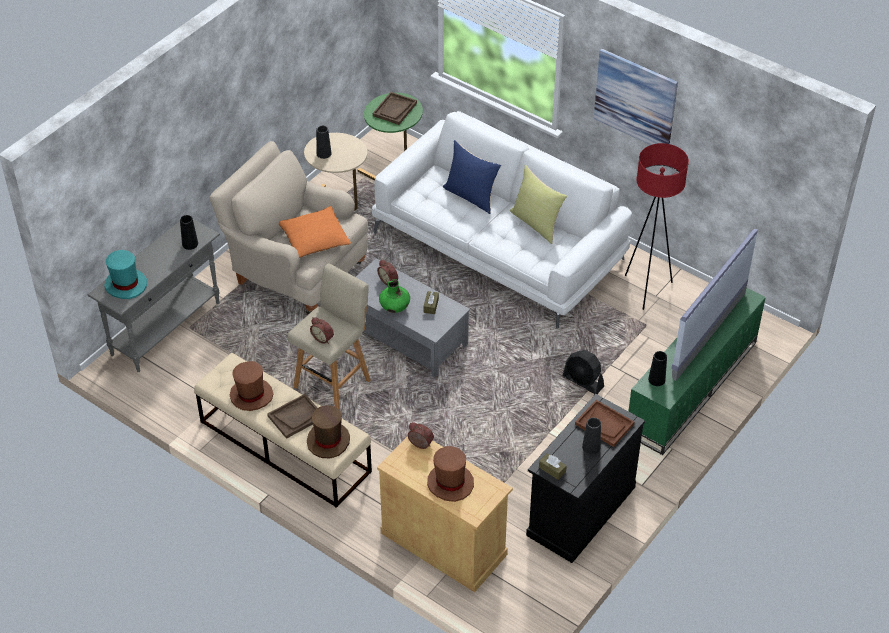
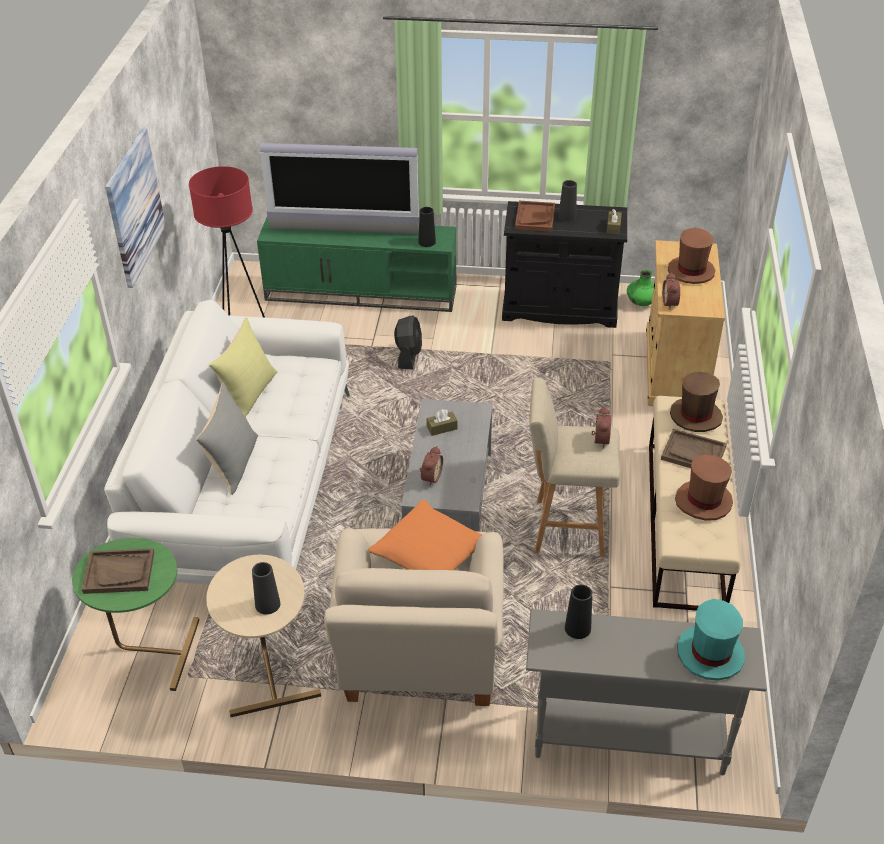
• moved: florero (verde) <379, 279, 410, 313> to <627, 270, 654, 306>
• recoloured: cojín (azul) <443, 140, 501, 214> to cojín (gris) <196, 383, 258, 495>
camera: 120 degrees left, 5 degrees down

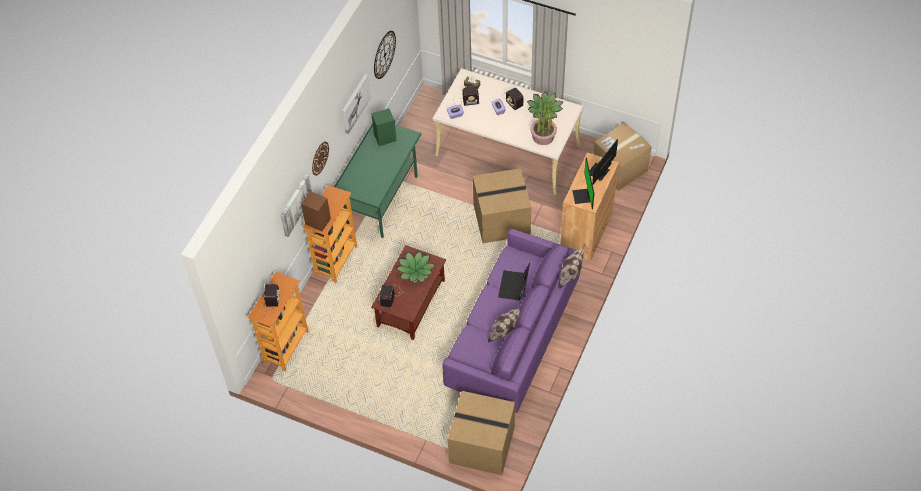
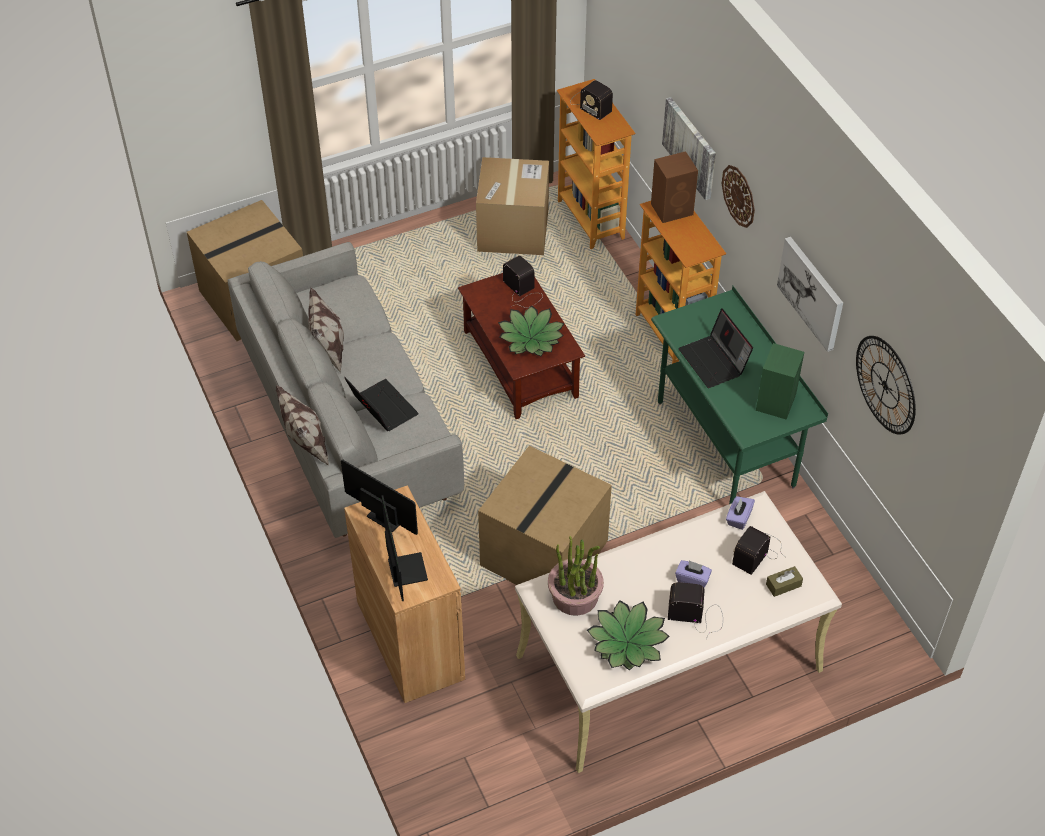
• recoloured: sofá (morado) <442, 229, 580, 413> to sofá (gris) <228, 242, 464, 538>
• moved: caja de cartón <593, 122, 652, 191> to <476, 157, 549, 255>
• added: portátil <678, 308, 753, 388>
camera: 130 degrees right, 5 degrees down

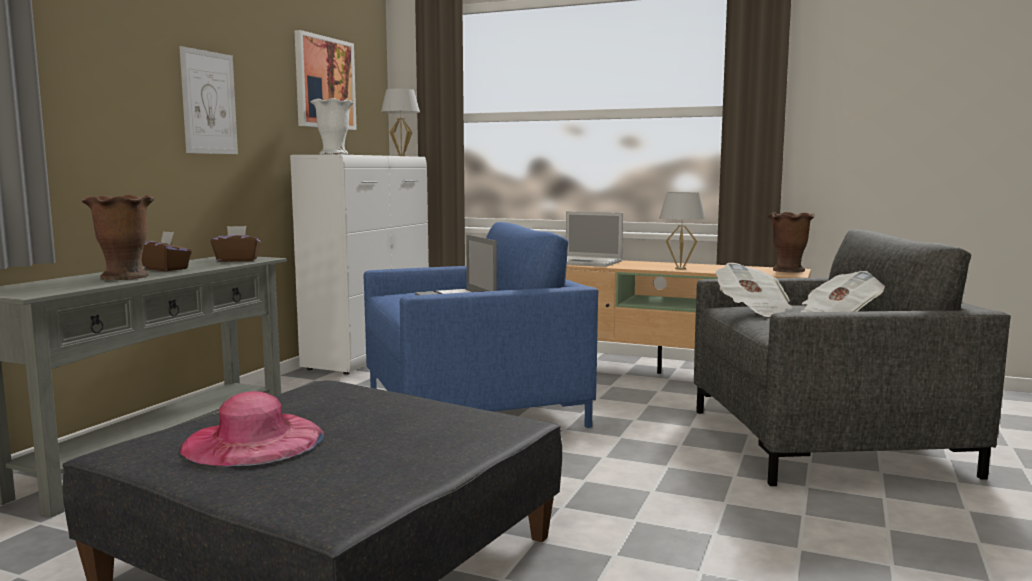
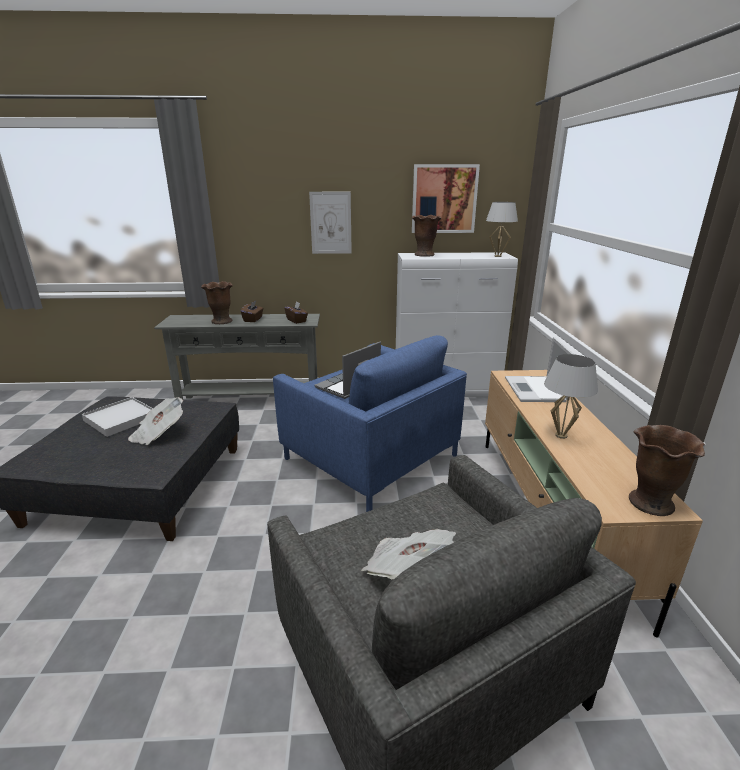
• replaced: sombrero (rosa) <180, 391, 324, 466> to bandeja (blanco) <82, 397, 153, 437>
• recoloured: florero (blanco) <311, 98, 354, 155> to florero (marrón) <412, 215, 442, 257>
• moved: periódico <716, 263, 793, 317> to <128, 397, 183, 445>
camera: 65 degrees right, 15 degrees up

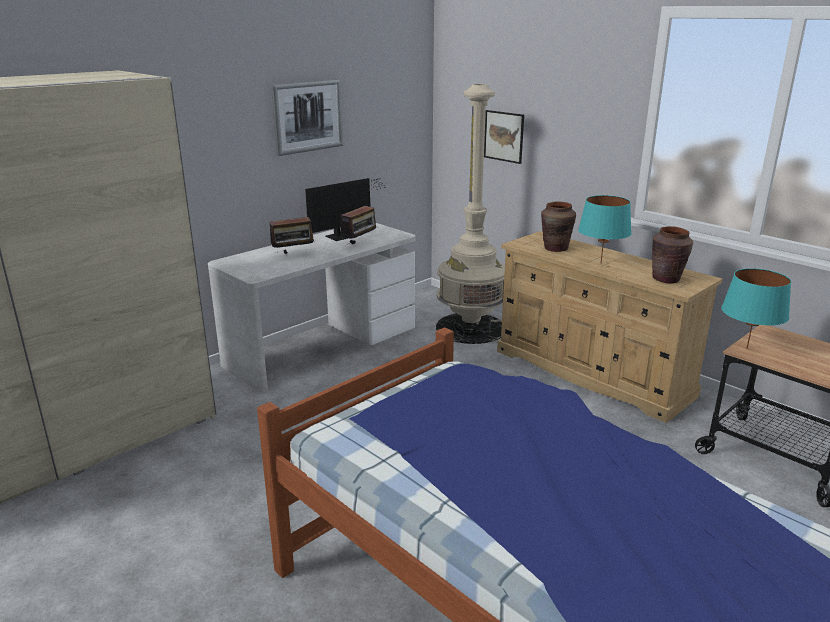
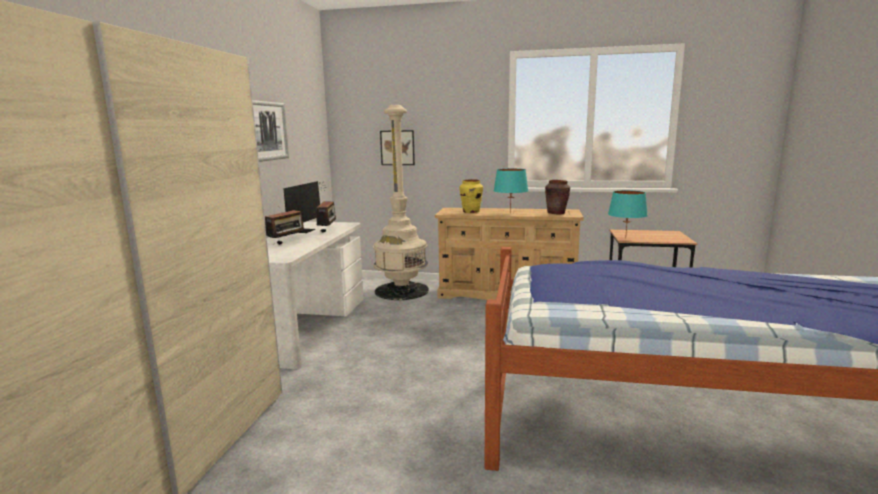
• recoloured: florero (marrón) <541, 202, 576, 252> to florero (amarillo) <459, 179, 483, 213>
camera: 35 degrees left, 10 degrees down

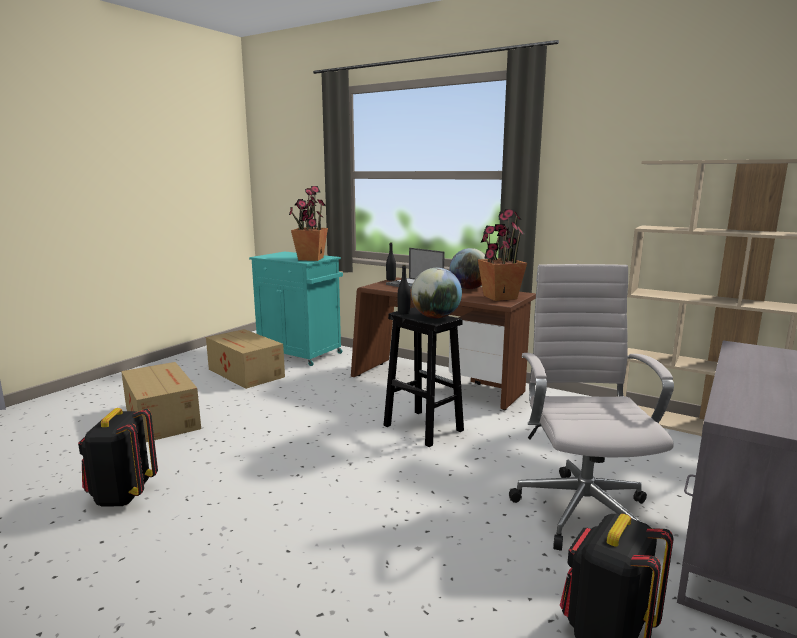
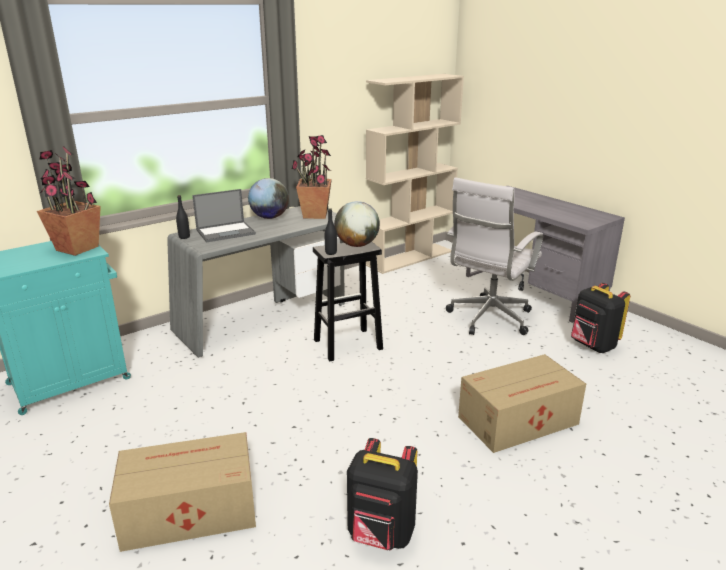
• moved: caja de cartón <206, 329, 285, 389> to <458, 354, 586, 453>
• recoloured: escritorio (marrón) <351, 277, 536, 410> to escritorio (gris) <167, 206, 345, 358>
• turned: silla de oficina (blanco) <509, 264, 674, 551> = <446, 177, 543, 335> 75 degrees counterclockwise
camera: 70 degrees left, 10 degrees up

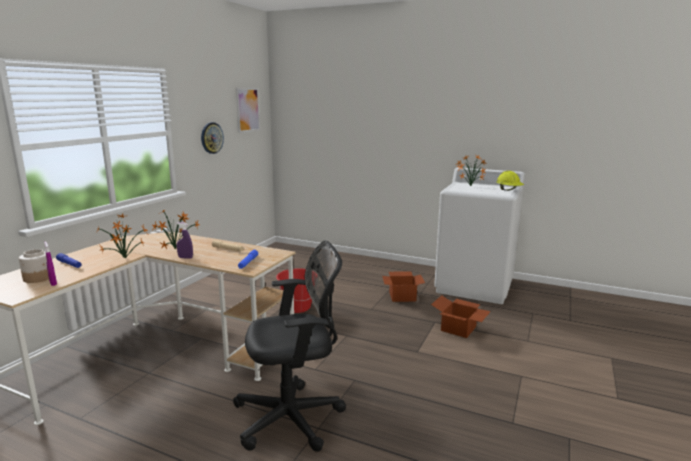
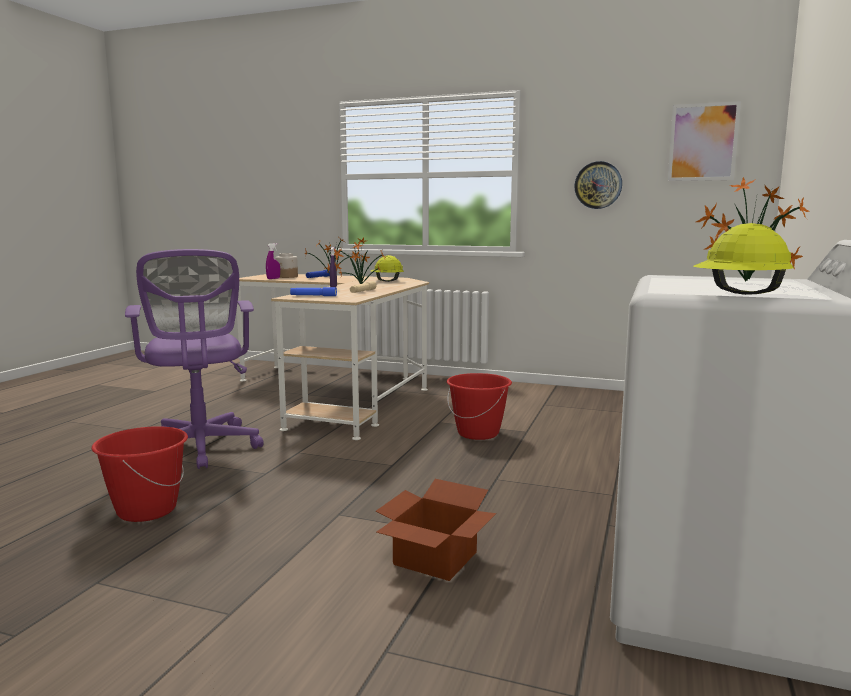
• recoloured: silla de oficina (negro) <233, 240, 346, 452> to silla de oficina (morado) <125, 249, 264, 469>
• removed: caja de cartón <382, 271, 425, 302>
• added: cubo (rojo) <91, 426, 188, 522>
• added: casco (amarillo) <371, 255, 404, 282>
camera: 85 degrees right, 5 degrees down

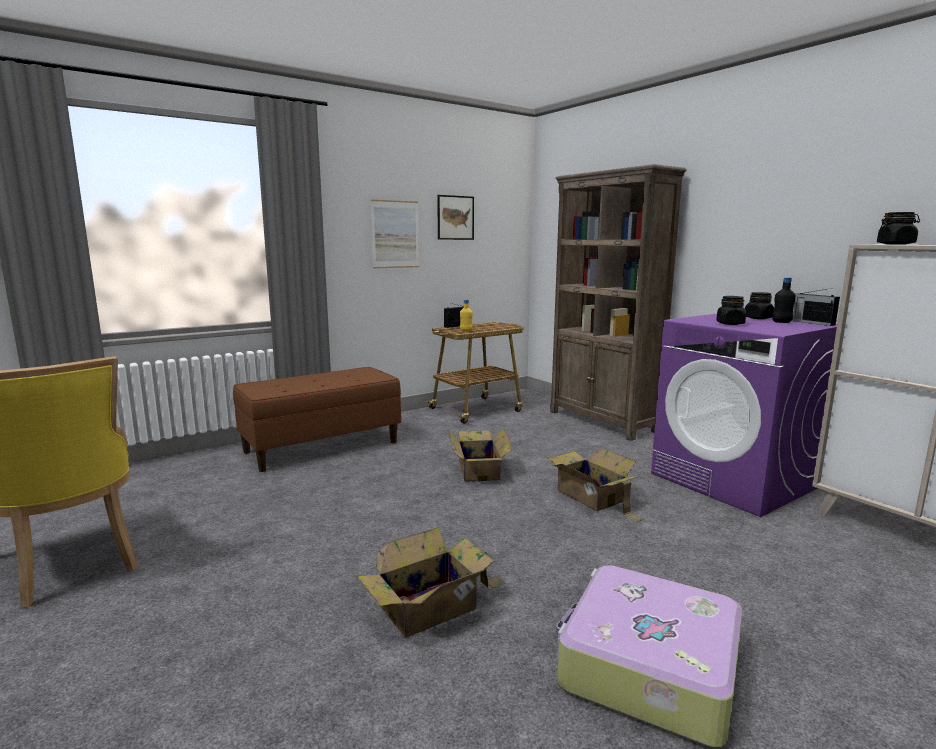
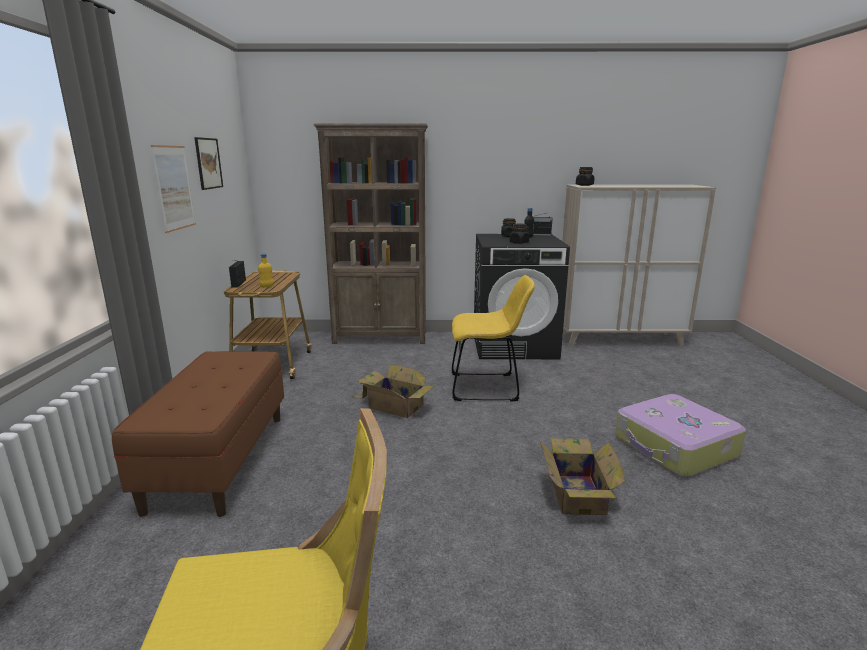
• replaced: caja de cartón <548, 449, 644, 522> to silla (amarillo) <452, 275, 535, 402>
• recoloured: lavadora (morado) <651, 314, 837, 517> to lavadora (negro) <474, 234, 570, 359>
camera: 55 degrees left, 5 degrees up

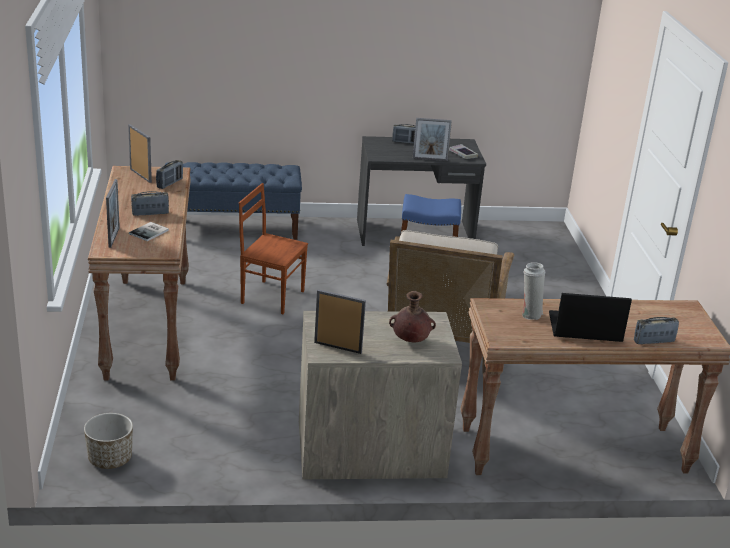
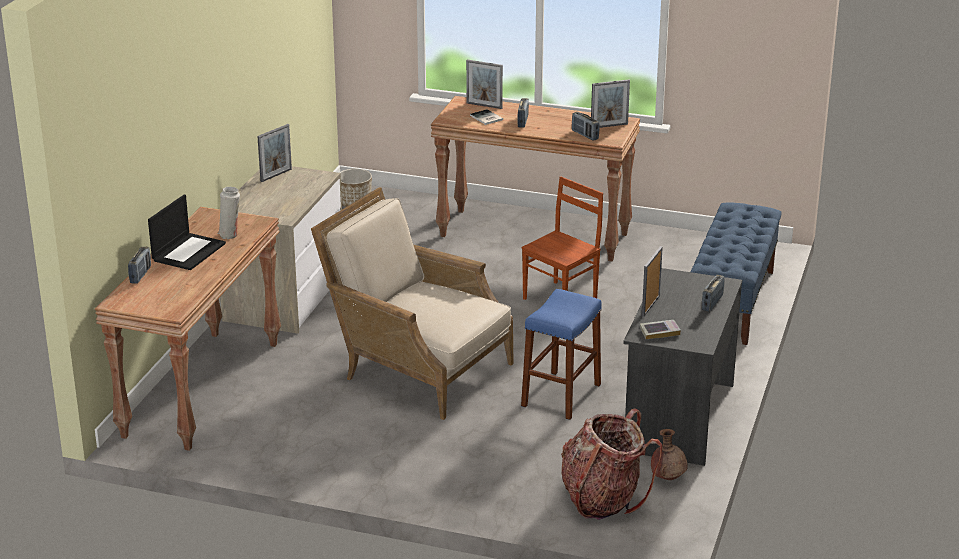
• moved: florero (marrón) <389, 291, 436, 342> to <651, 429, 688, 480>
• added: mochila <561, 408, 662, 520>
camera: 115 degrees right, 0 degrees up

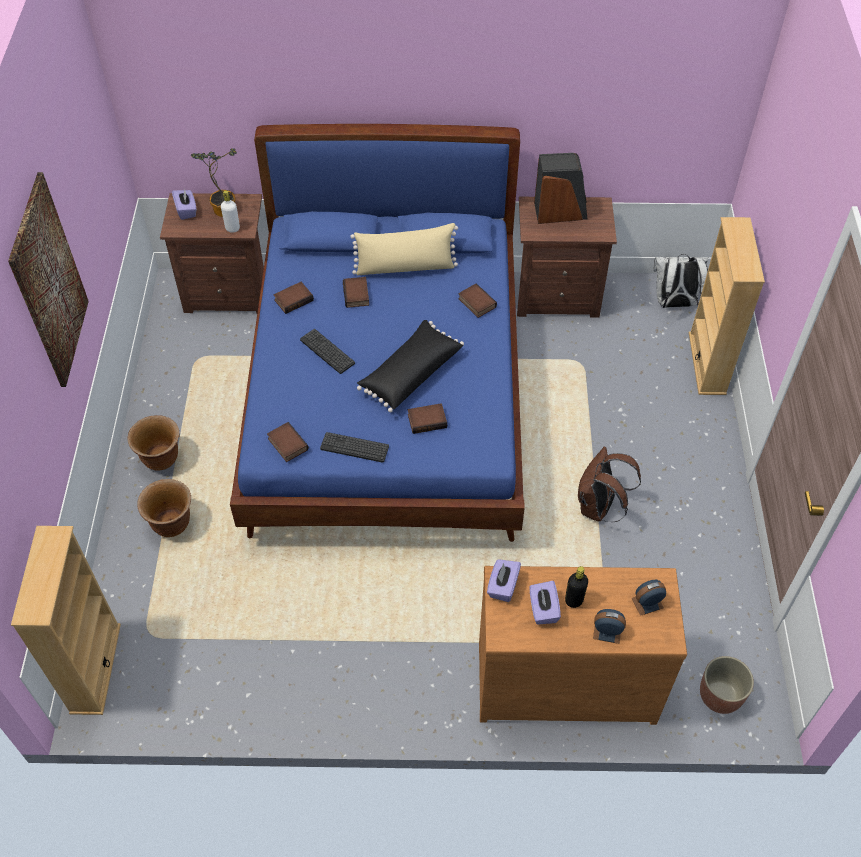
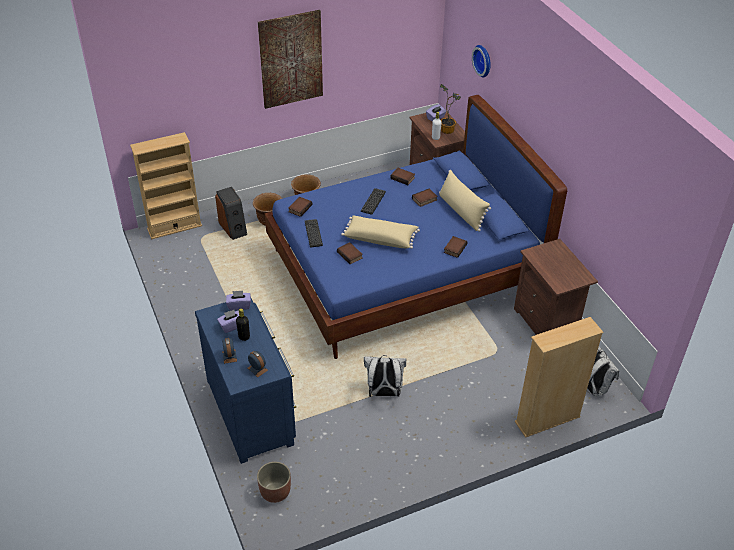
• recoloured: cojín (negro) <357, 320, 464, 412> to cojín (beis) <341, 215, 420, 249>
• recoloured: cómoda (marrón) <479, 566, 687, 725> to cómoda (azul) <195, 298, 296, 464>
• moved: altavoz <534, 153, 588, 224> to <215, 187, 247, 240>
• recoloured: mochila (marrón) <578, 446, 641, 522> to mochila (blanco) <364, 355, 407, 397>
• added: reloj de pared <472, 45, 491, 77>
camera: 65 degrees right, 10 degrees down

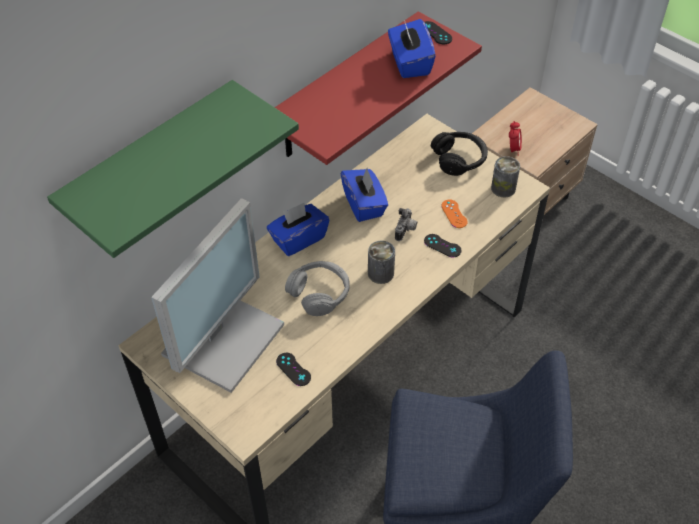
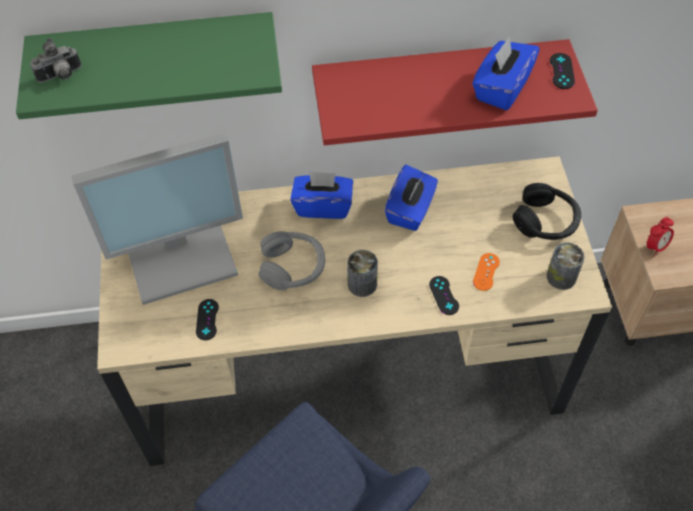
• moved: cámara <395, 208, 417, 241> to <30, 38, 82, 83>
camera: 40 degrees right, 5 degrees up

